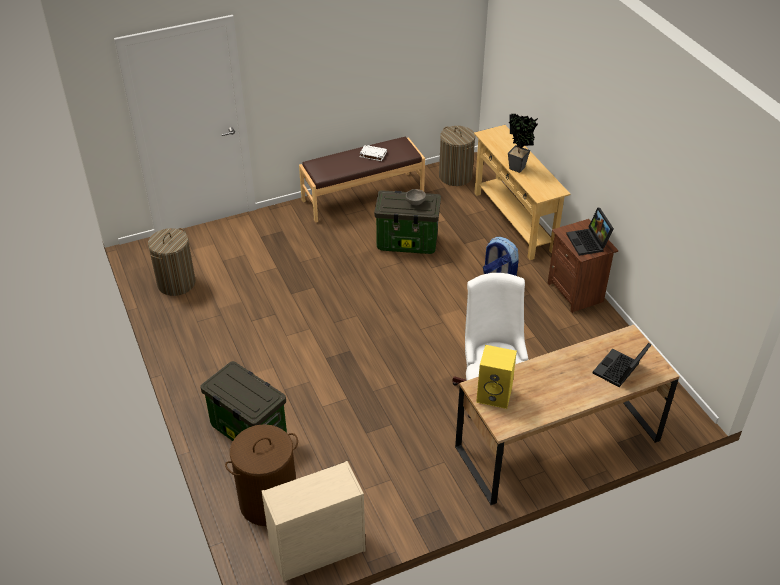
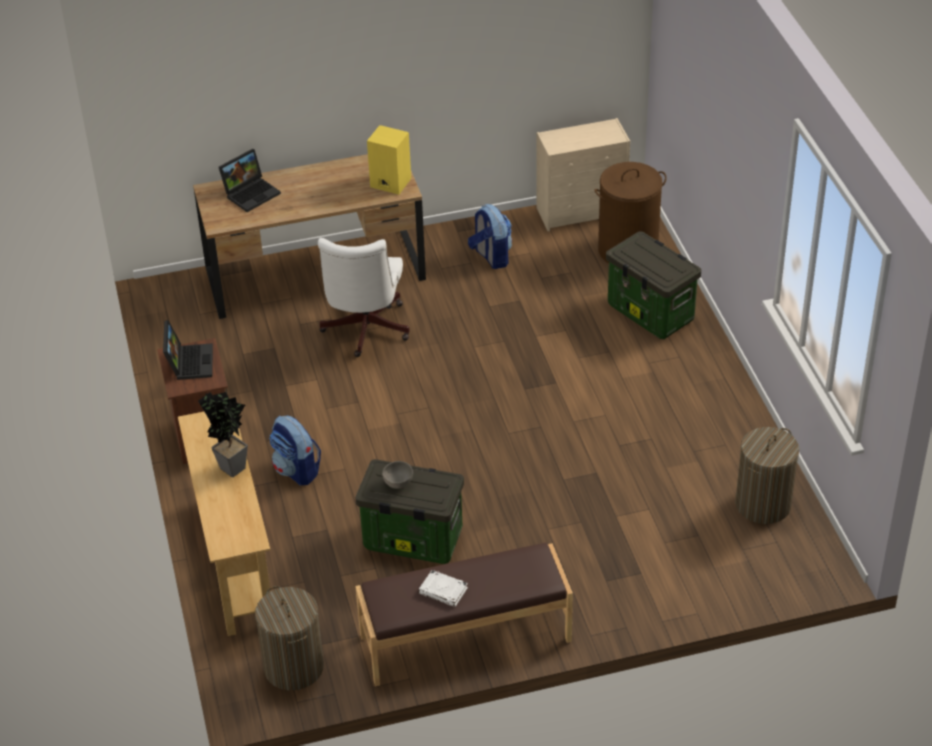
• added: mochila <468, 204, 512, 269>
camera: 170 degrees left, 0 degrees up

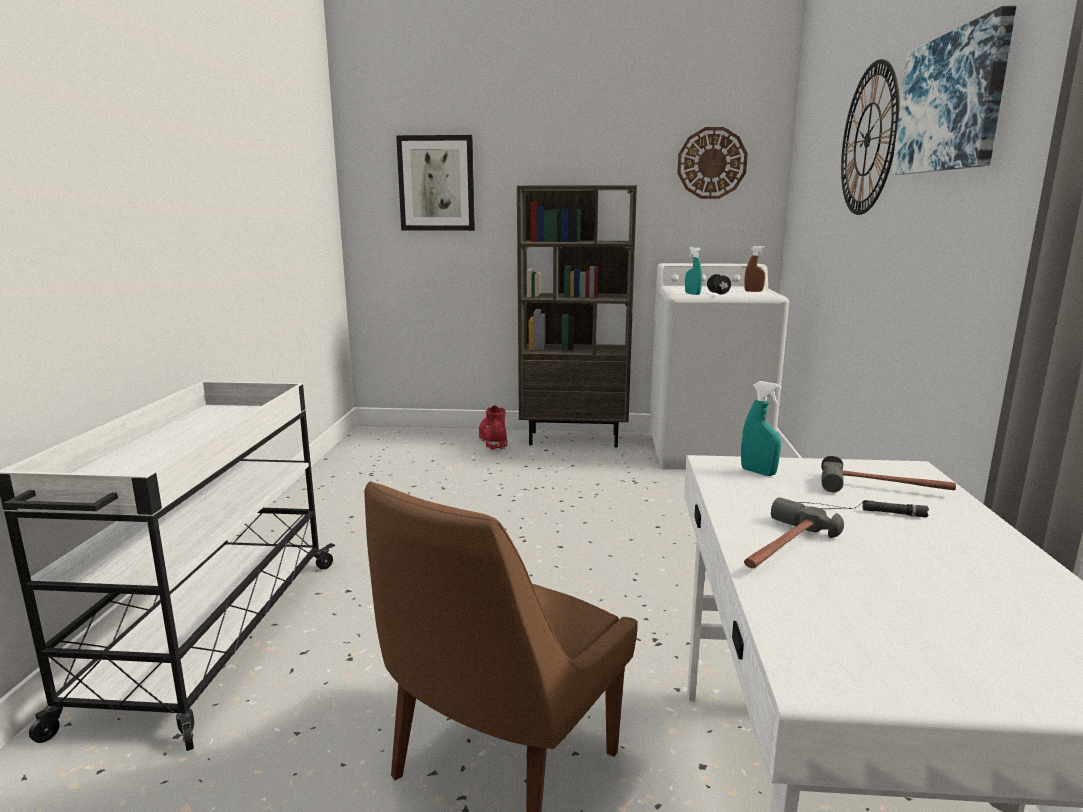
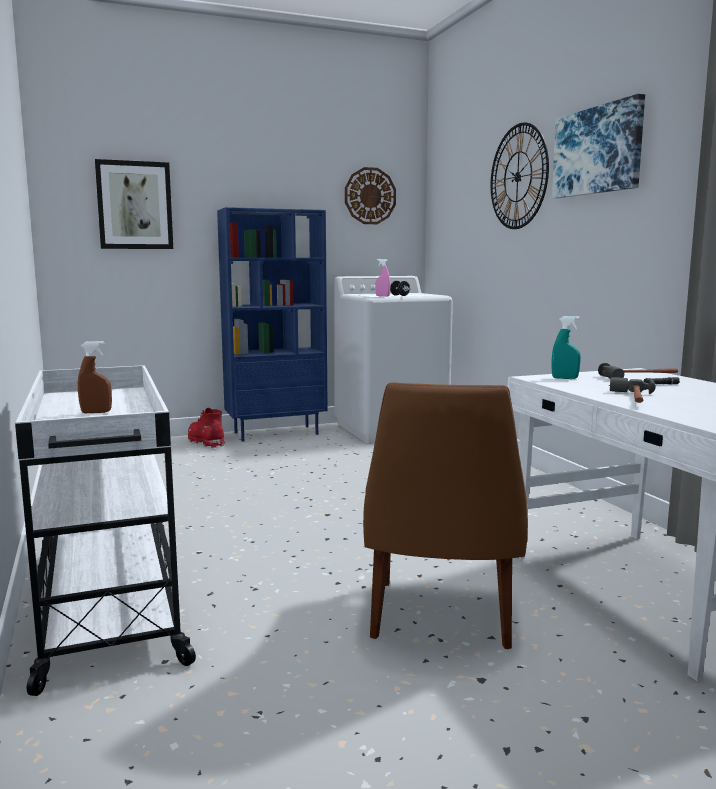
• recoloured: estantería (marrón) <517, 185, 637, 448> to estantería (azul) <217, 207, 328, 442>
• recoloured: pulverizador (turquesa) <685, 247, 702, 295> to pulverizador (rosa) <375, 259, 391, 297>
• moved: pulverizador (marrón) <744, 246, 765, 292> to <78, 341, 112, 413>
camera: 25 degrees left, 5 degrees down

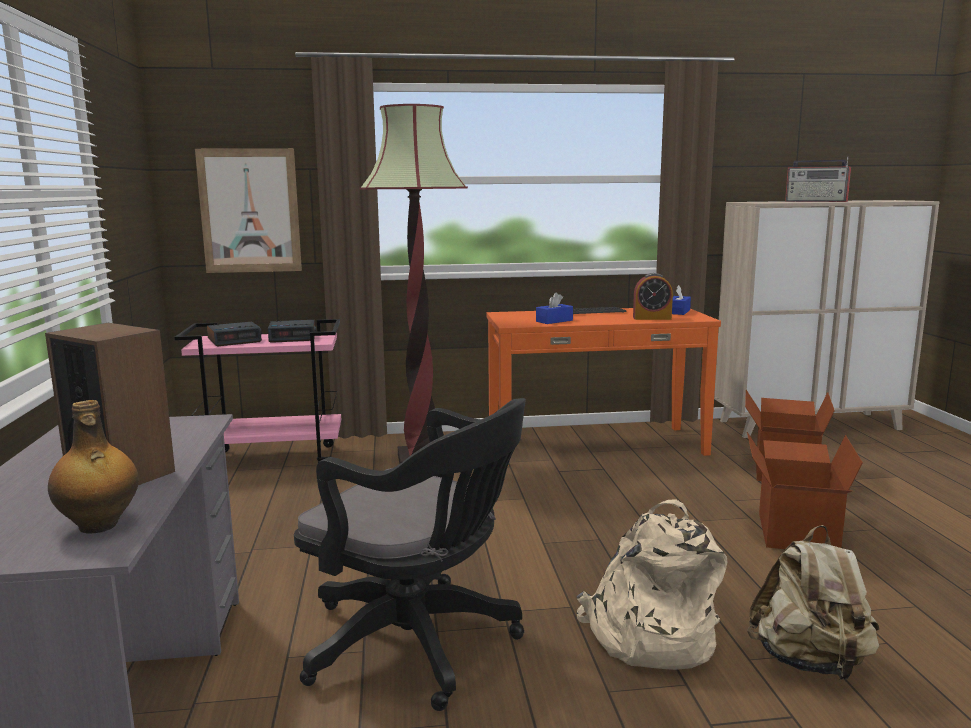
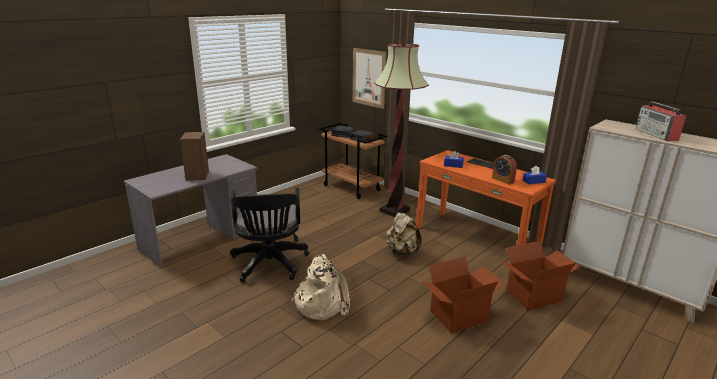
• removed: botella <48, 400, 139, 533>
• recoloured: carrito (rosa) <175, 319, 341, 462> to carrito (marrón) <319, 123, 388, 199>
• moved: mochila (beis) <747, 525, 879, 680> to <386, 211, 422, 256>
camera: 50 degrees right, 10 degrees up

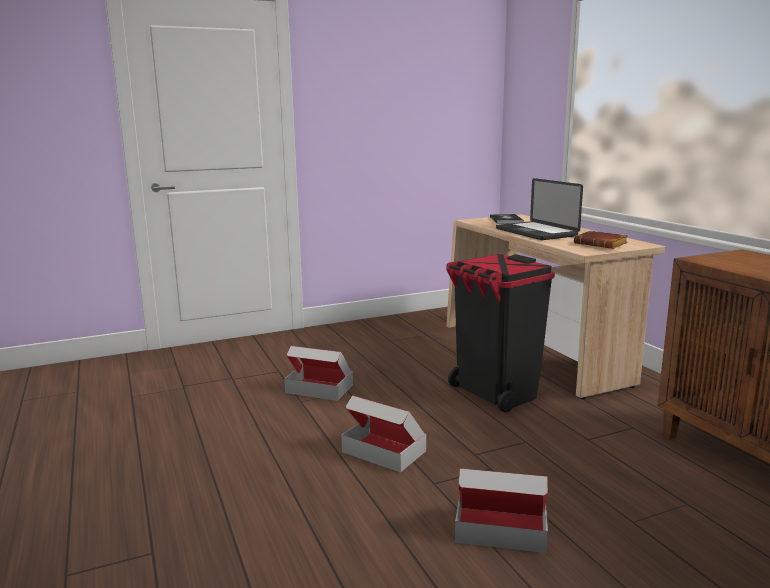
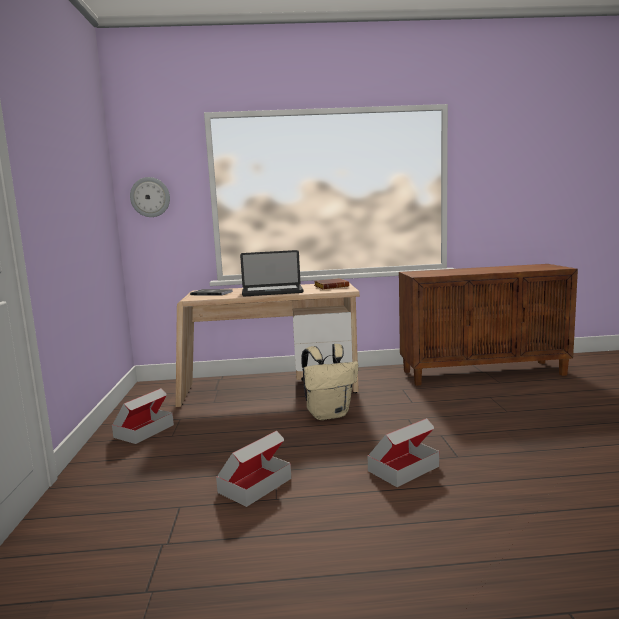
• replaced: papelera (negro) <446, 254, 555, 412> to mochila (beis) <301, 344, 358, 420>
• moved: caja de cartón <455, 468, 548, 553> to <112, 388, 174, 444>
• added: reloj de pared <130, 177, 170, 217>
camera: 70 degrees left, 5 degrees down

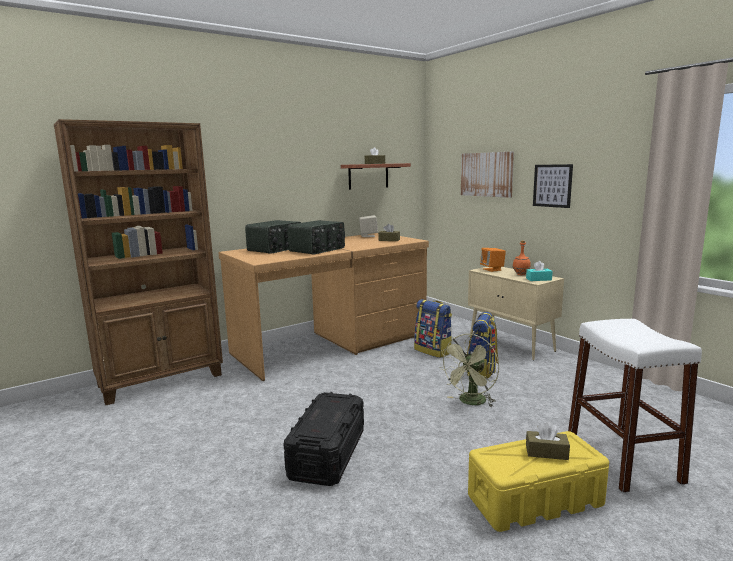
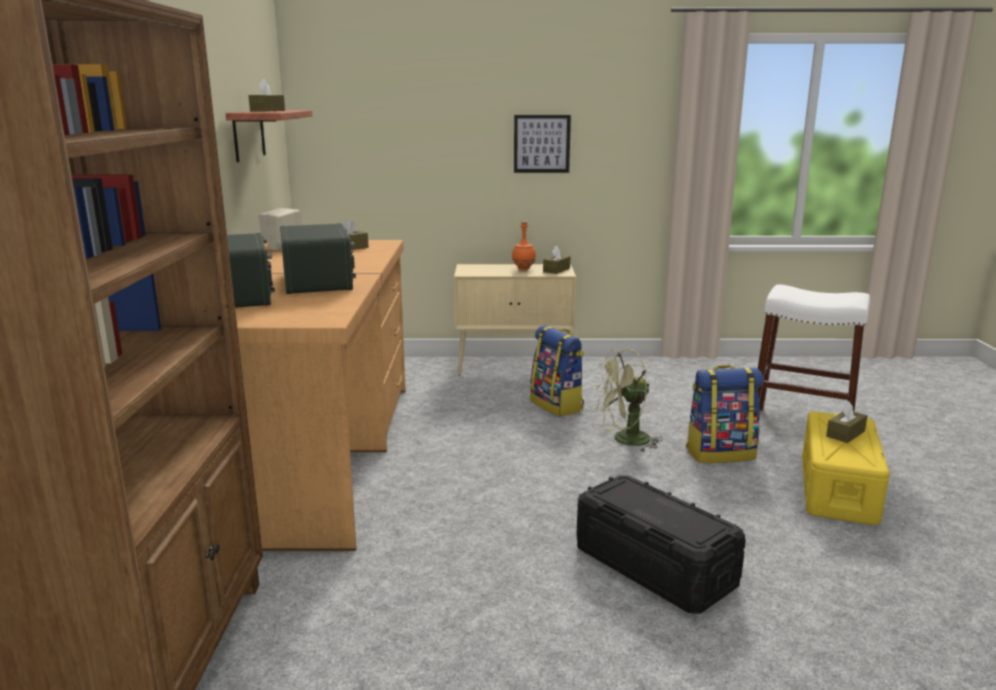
• moved: mochila <414, 299, 452, 358> to <686, 365, 763, 463>
• turned: ventilador (verde) <439, 334, 499, 407> = <594, 349, 663, 452> 90 degrees clockwise
• removed: cuadro <461, 152, 514, 198>
• removed: altavoz (naranja) <480, 248, 506, 272>
• recoloured: caja de pañuelos (turquesa) <526, 261, 553, 281> to caja de pañuelos (marrón) <543, 245, 570, 274>
camera: 55 degrees left, 5 degrees up

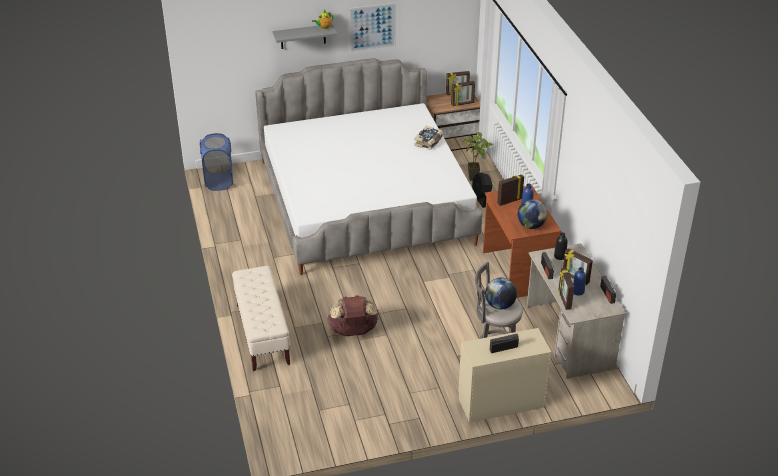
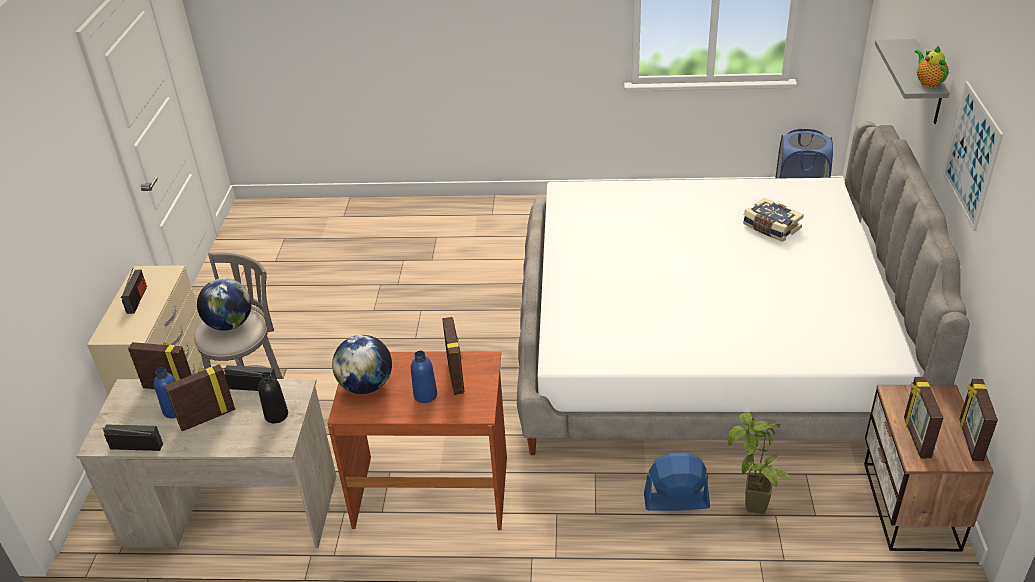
• removed: banco (beis) <232, 266, 290, 371>
• removed: mochila (marrón) <327, 295, 378, 336>
• moved: libro <414, 126, 443, 150> to <743, 198, 804, 242>
• recoloured: ventilador (negro) <472, 173, 492, 208> to ventilador (azul) <644, 453, 710, 511>
camera: 110 degrees right, 0 degrees up

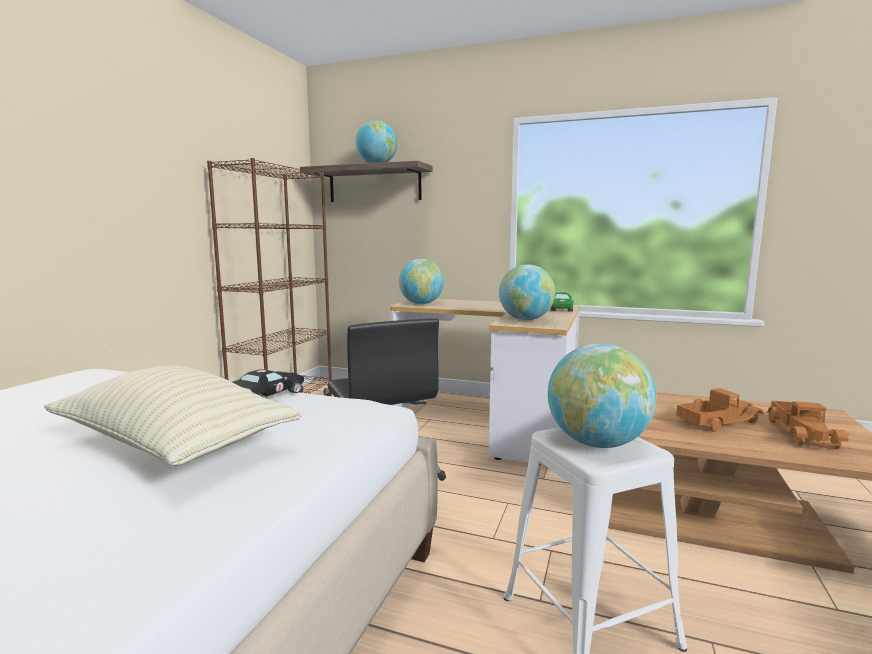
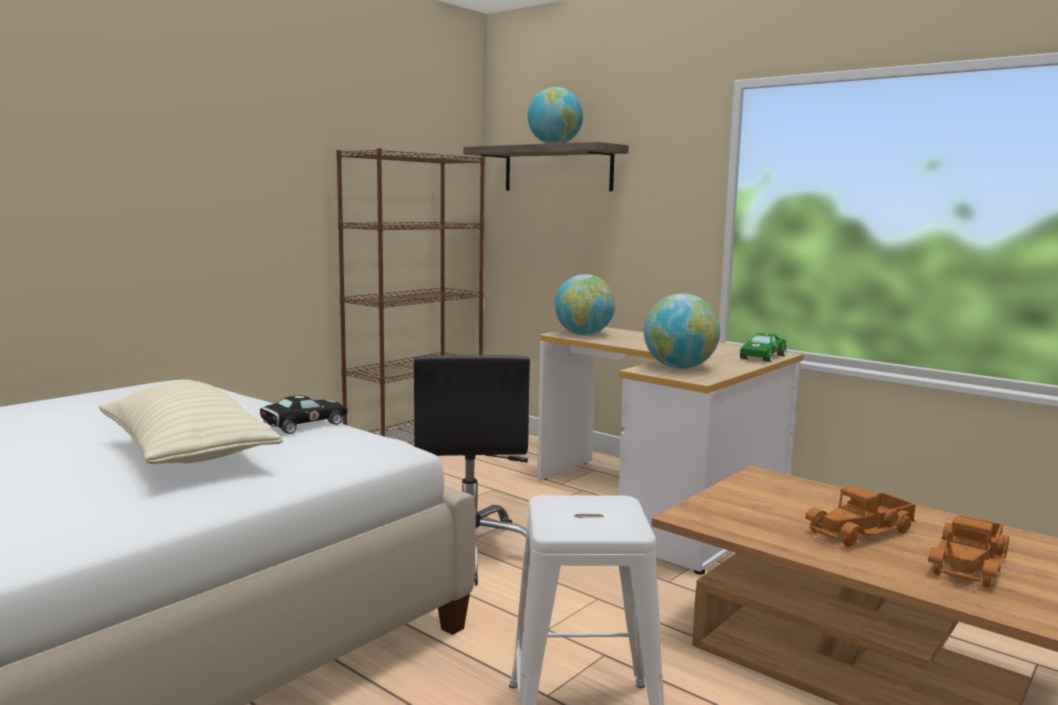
• removed: globo terráqueo <548, 343, 657, 448>
• turned: camión de juguete <676, 388, 764, 432> = <805, 486, 916, 547> 150 degrees clockwise
camera: 20 degrees right, 0 degrees up

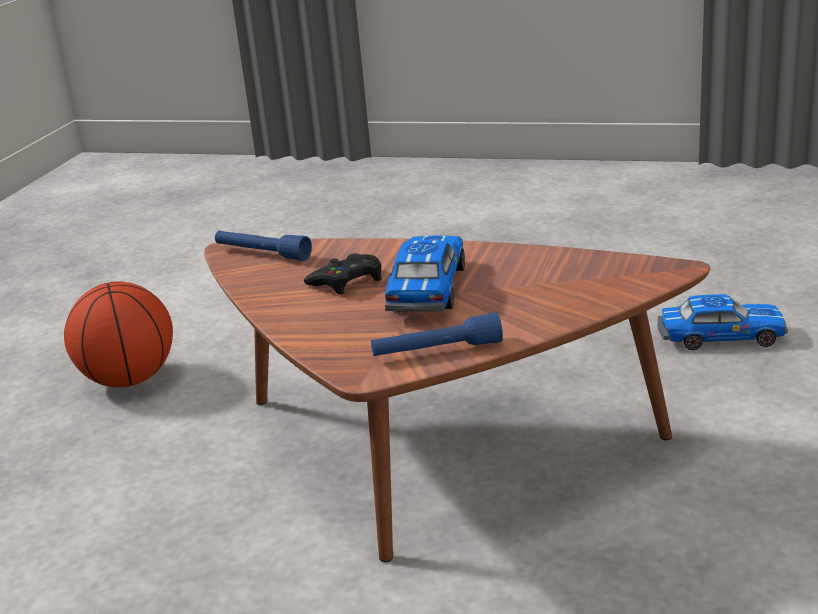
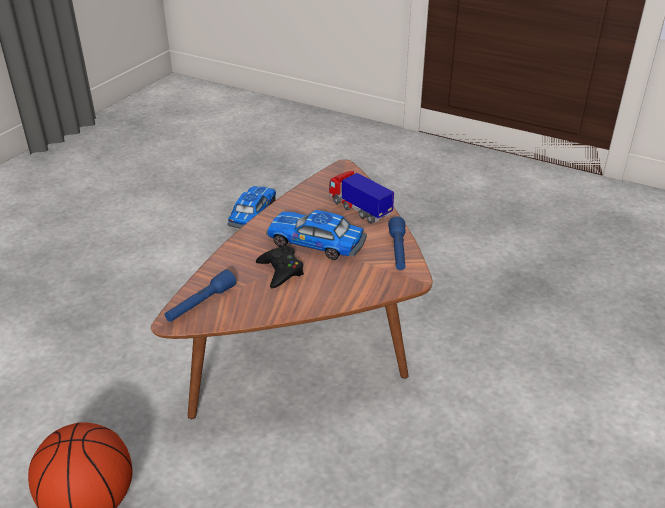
• added: camión de juguete <329, 171, 394, 224>
camera: 80 degrees left, 10 degrees up

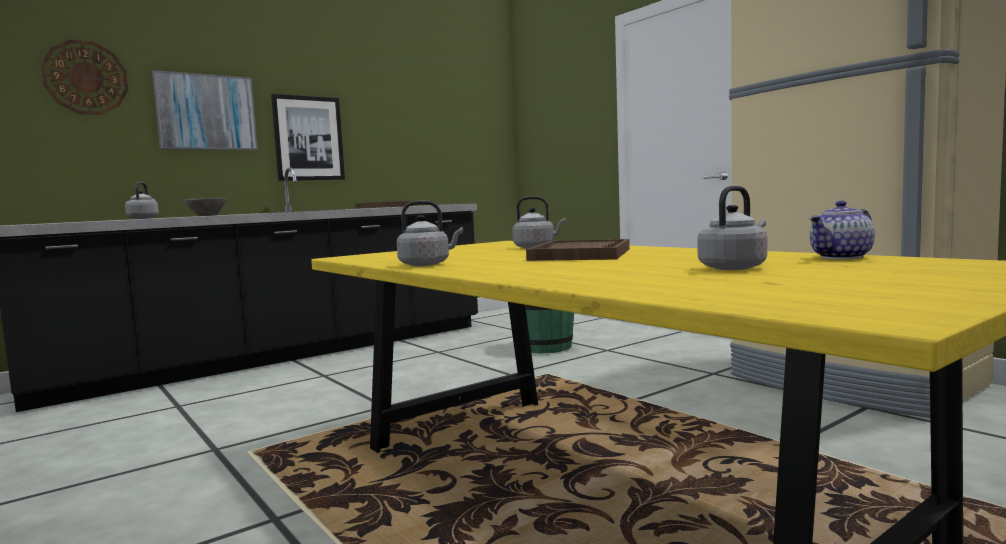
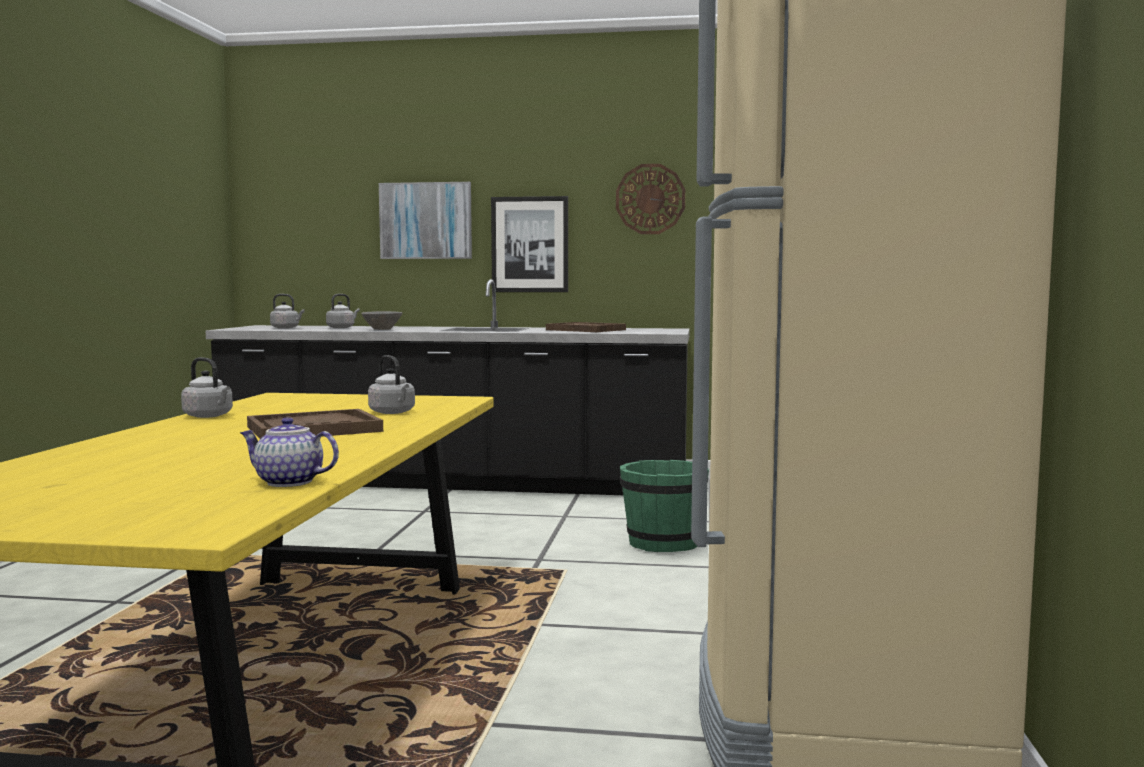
• moved: reloj de pared <41, 39, 129, 115> to <616, 164, 685, 234>
• moved: hervidor (gris) <697, 186, 767, 270> to <270, 294, 305, 329>
camera: 45 degrees right, 0 degrees up

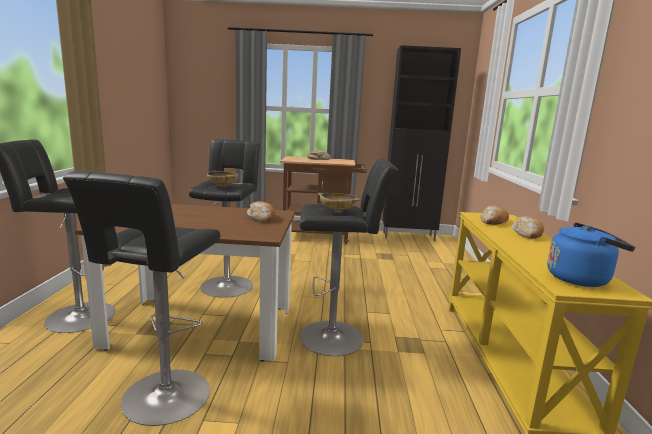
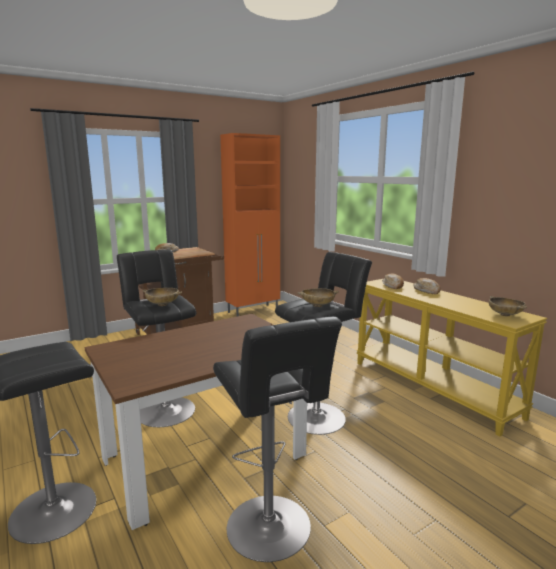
• removed: pan <247, 201, 275, 222>
• recoloured: armario (negro) <383, 45, 461, 241> to armario (naranja) <220, 133, 280, 316>
• replaced: hervidor (azul) <547, 223, 635, 287> to cuenco (beis) <489, 296, 527, 317>
camera: 35 degrees left, 0 degrees up

